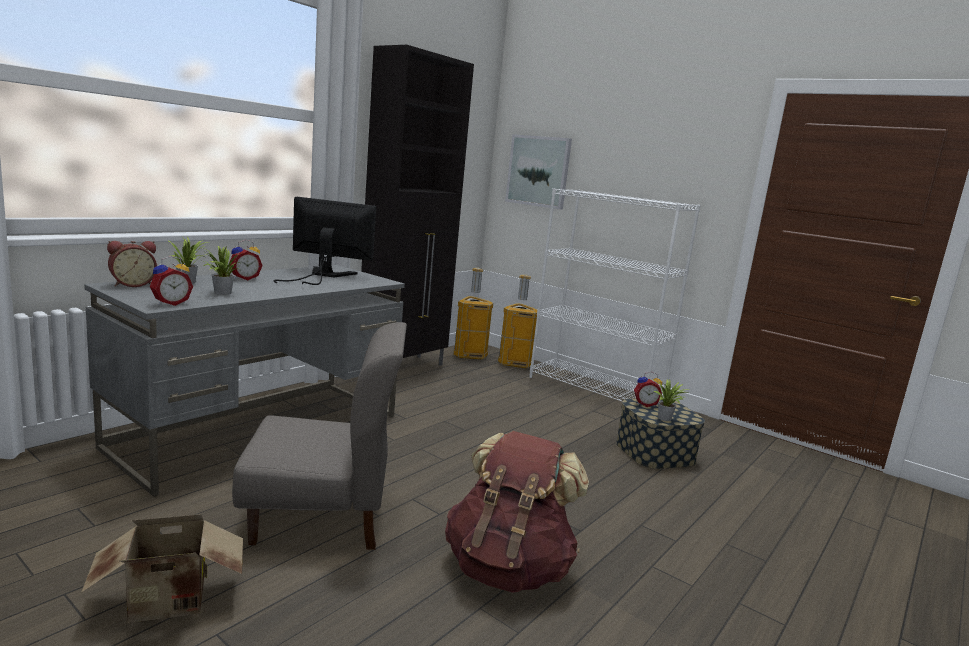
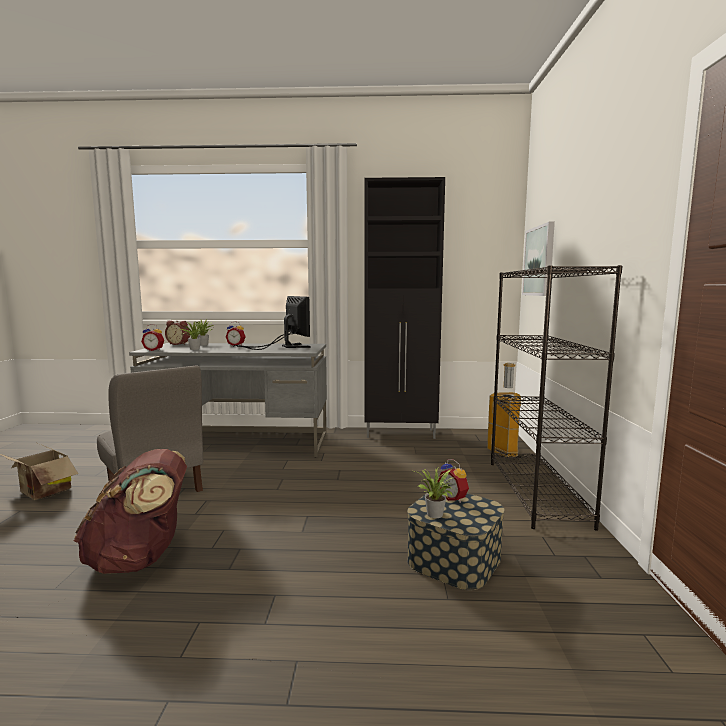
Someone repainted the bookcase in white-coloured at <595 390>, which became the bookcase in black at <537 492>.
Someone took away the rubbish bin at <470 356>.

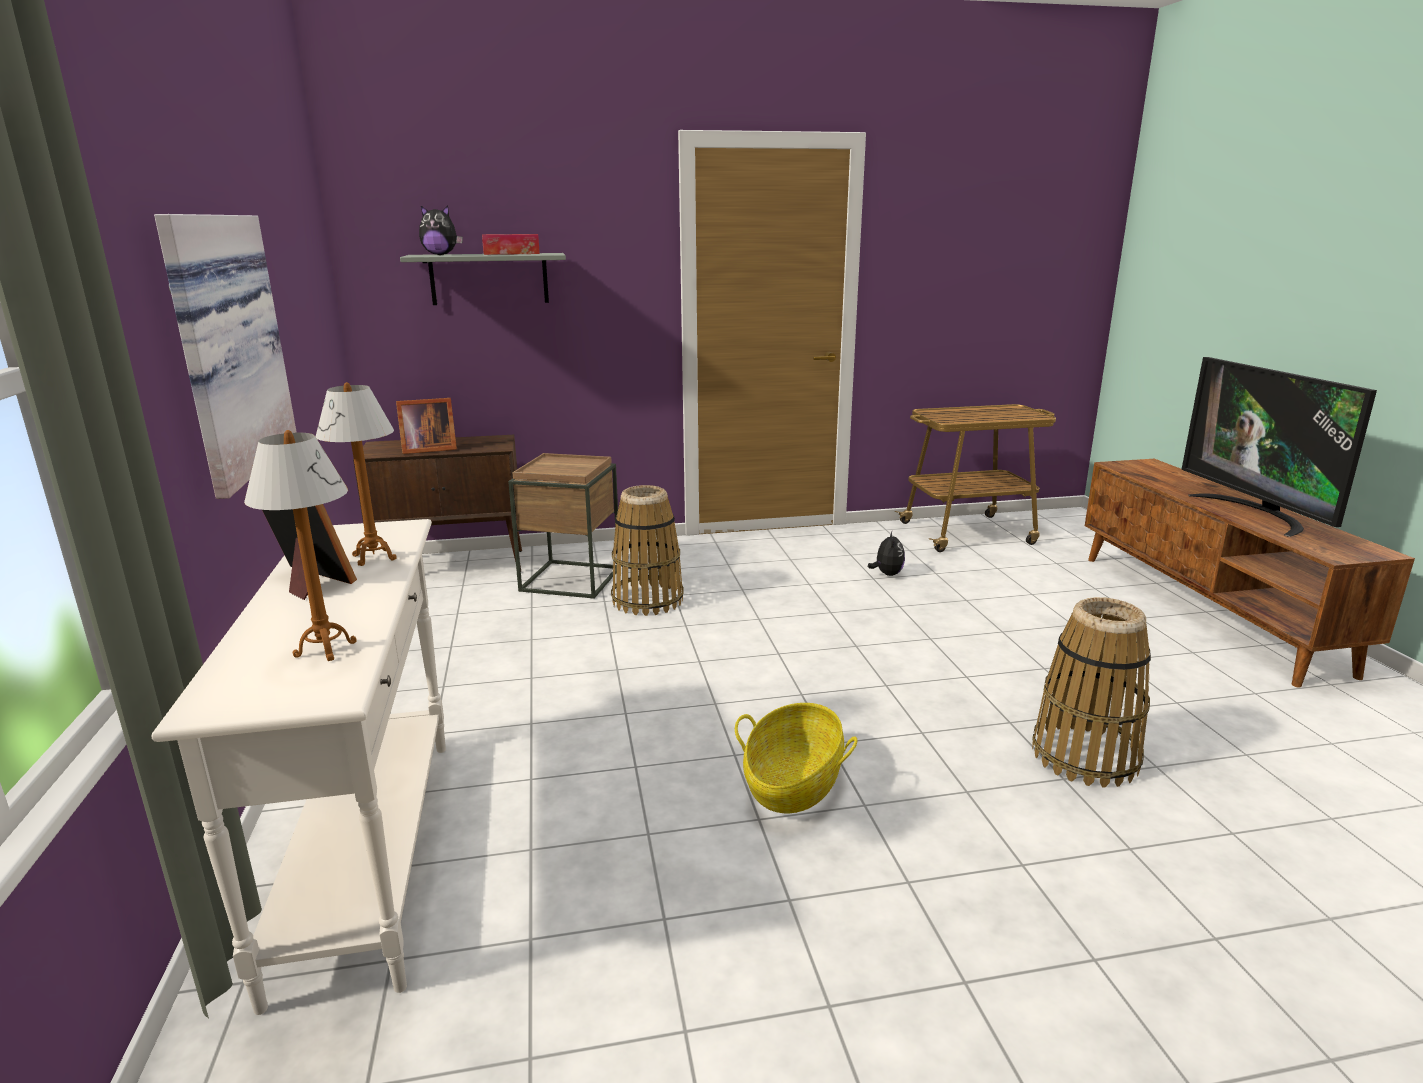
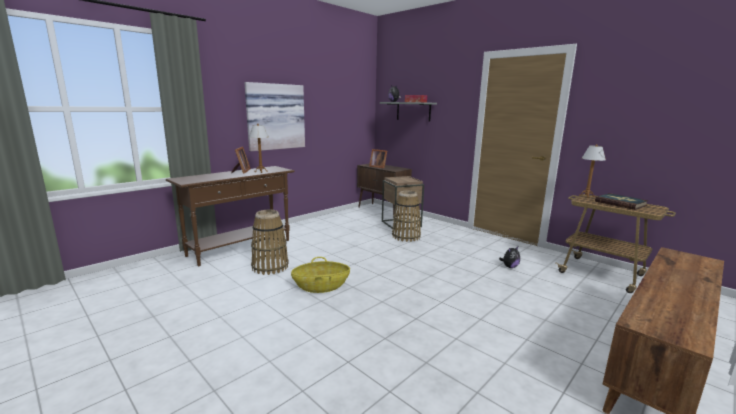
Someone repainted the console table in white-coloured at <370 853>, which became the console table in brown-coloured at <240 248>.
Someone carried the basket from <1085 757> to <270 267>.
Someone carried the tabletop lamp from <325 649> to <586 196>.
Someone put down the volume at <620 203>.
Someone took away the TV at <1256 513>.

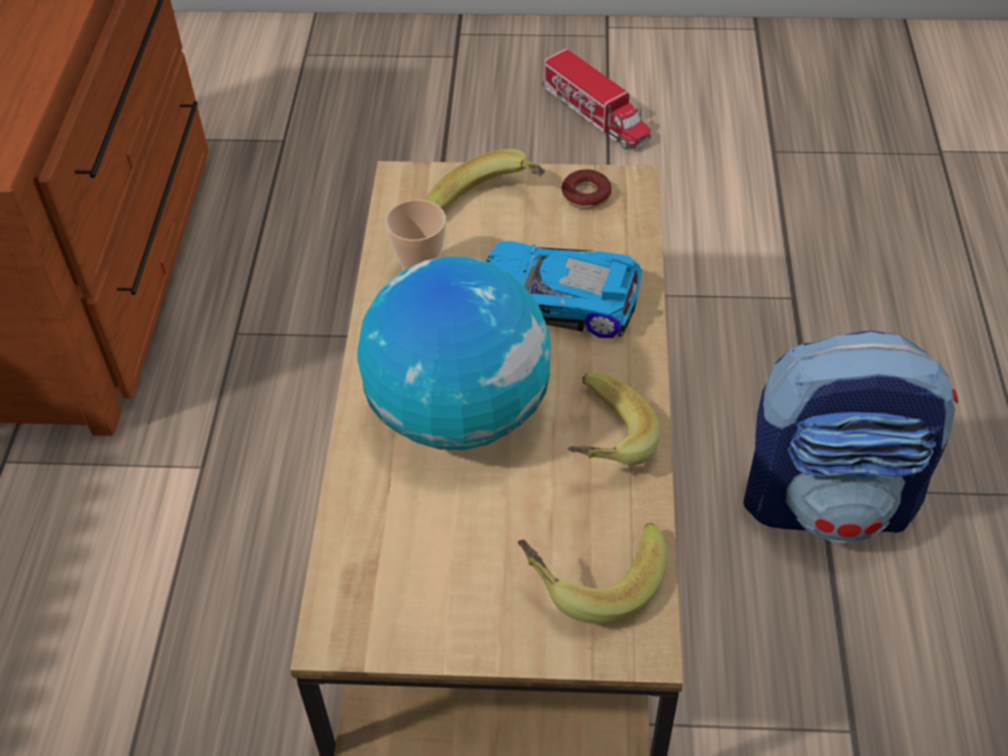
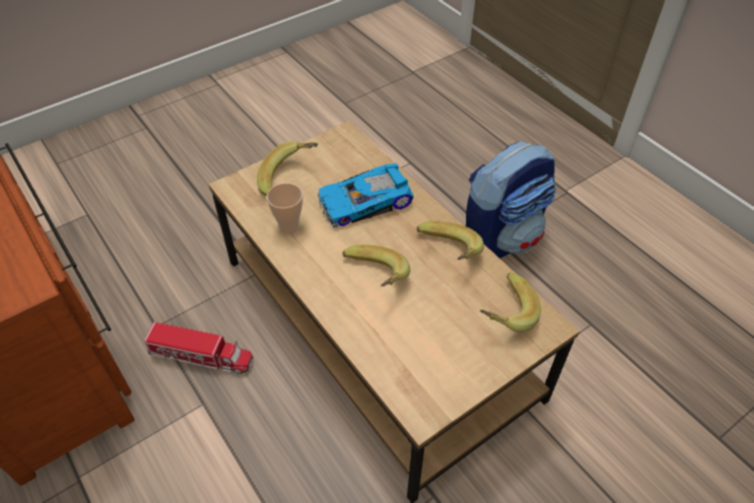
Someone carried the toy truck from <595 114> to <201 356>.
Someone swapped the globe at <458 413> for the banana at <373 279>.
Someone took away the ring doughnut at <586 194>.

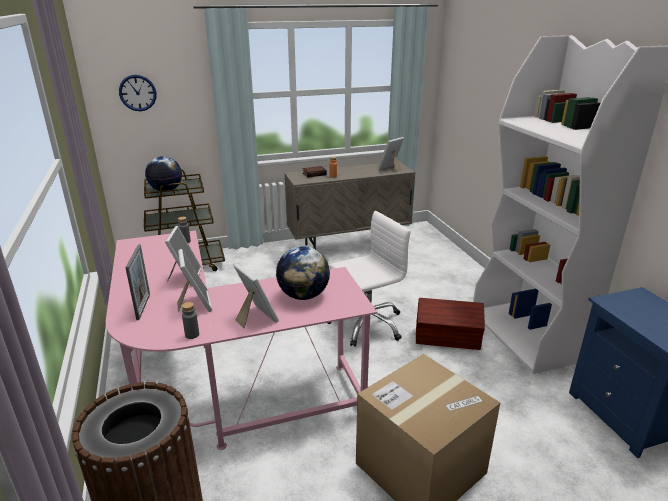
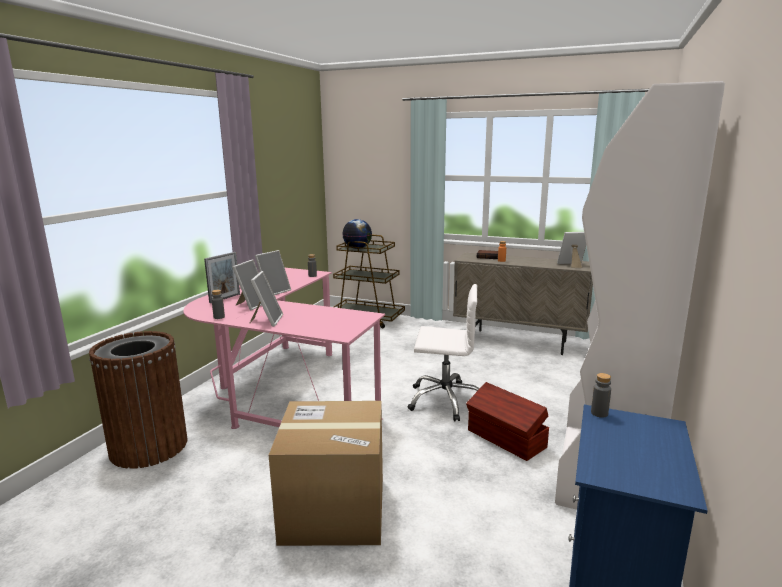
Someone put down the beverage bottle in greyish at <599 413>.
Someone took away the wall clock at <137 93>.
Someone took away the globe at <303 296>.

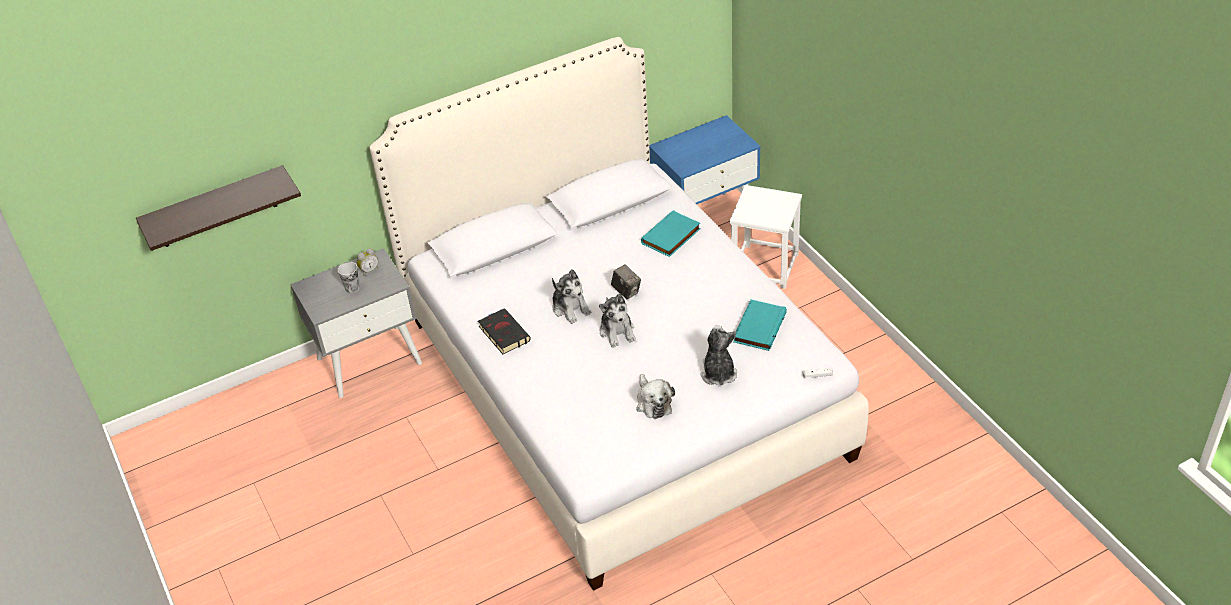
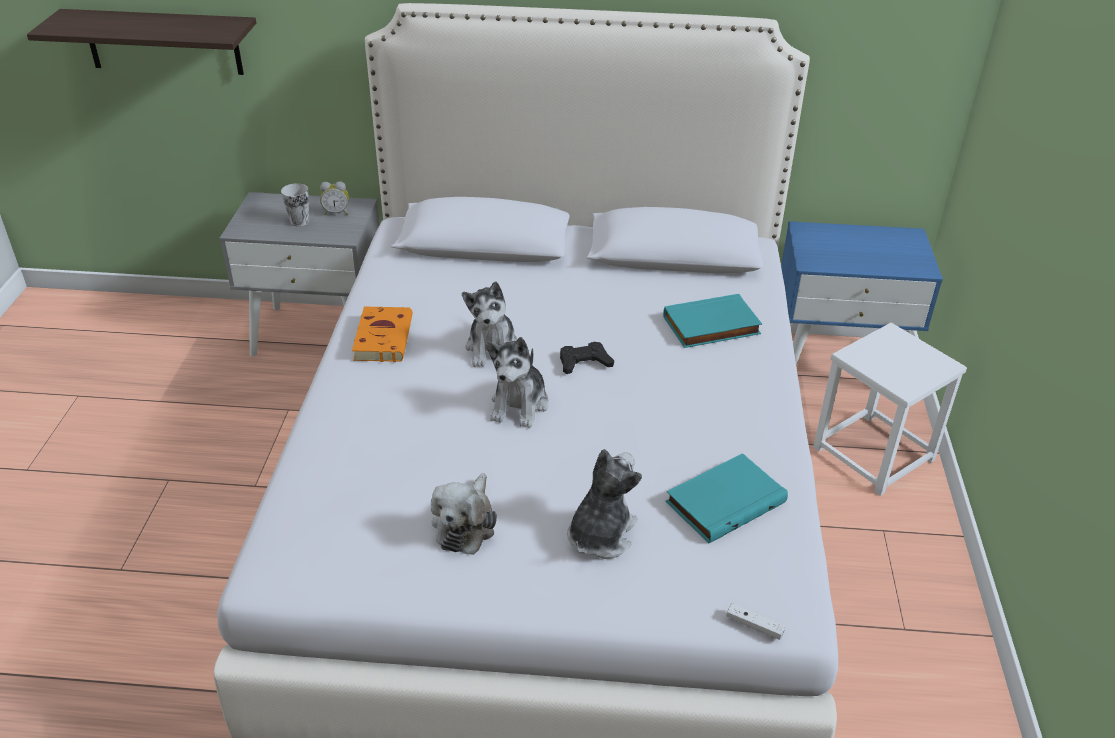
Someone repainted the volume in black at <503 333>, which became the volume in orangey at <383 337>.
Someone swapped the still camera at <626 291> for the gamepad in black at <584 362>.

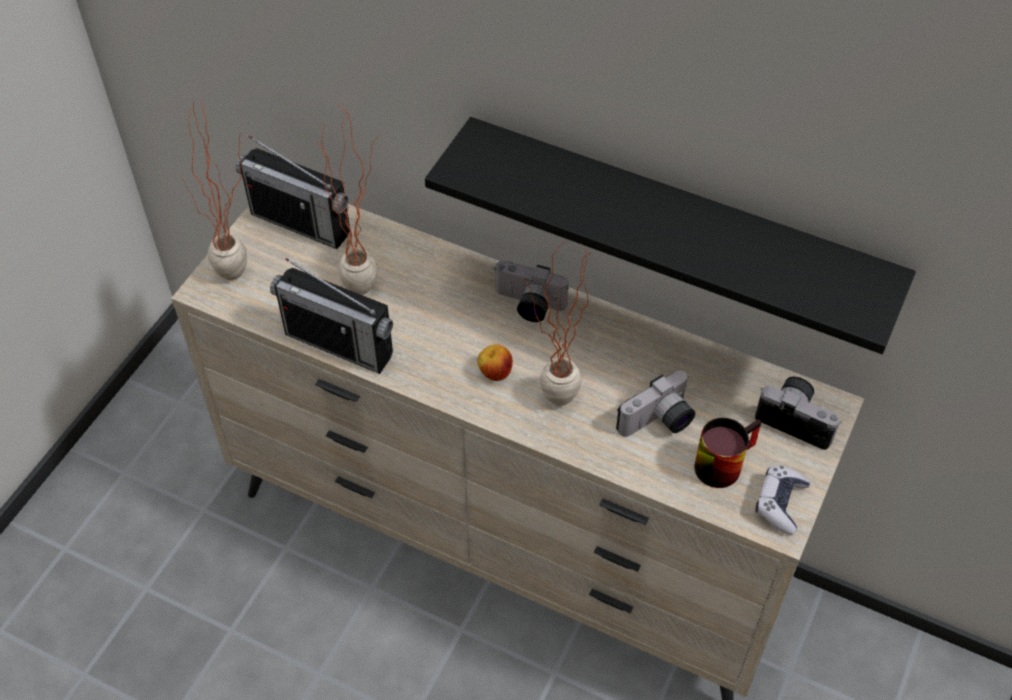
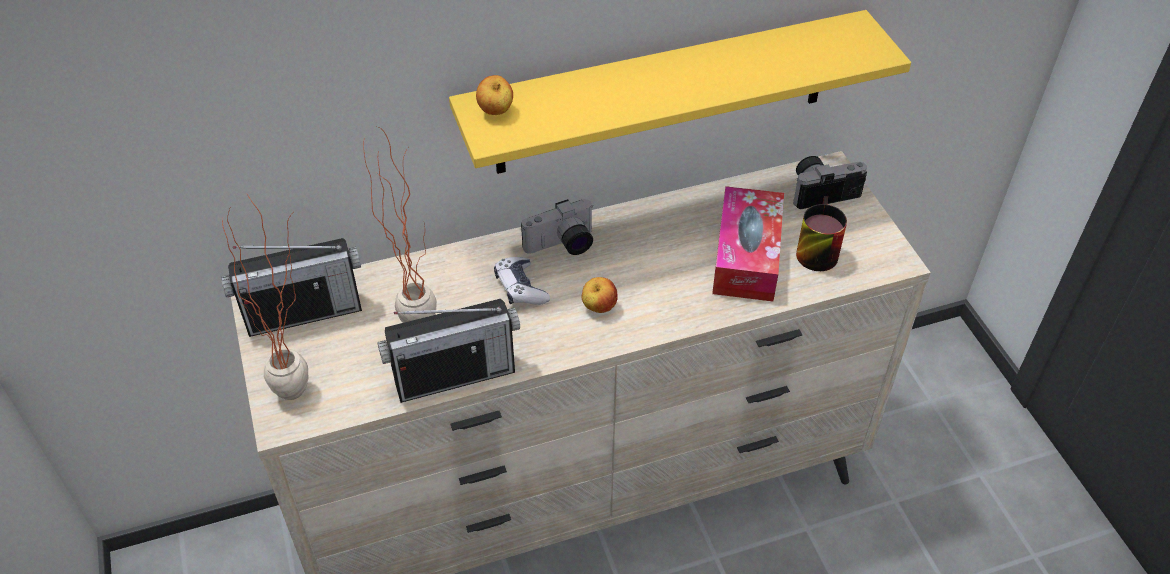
Someone repainted the shelf in black at <676 228>, which became the shelf in yellow at <663 94>.
Someone put down the apple at <496 112>.
Someone carried the gamepad from <780 503> to <520 288>.
Someone swapped the still camera at <658 422> for the tissue holder at <746 256>.
Someone took away the plant in a pot at <550 405>.

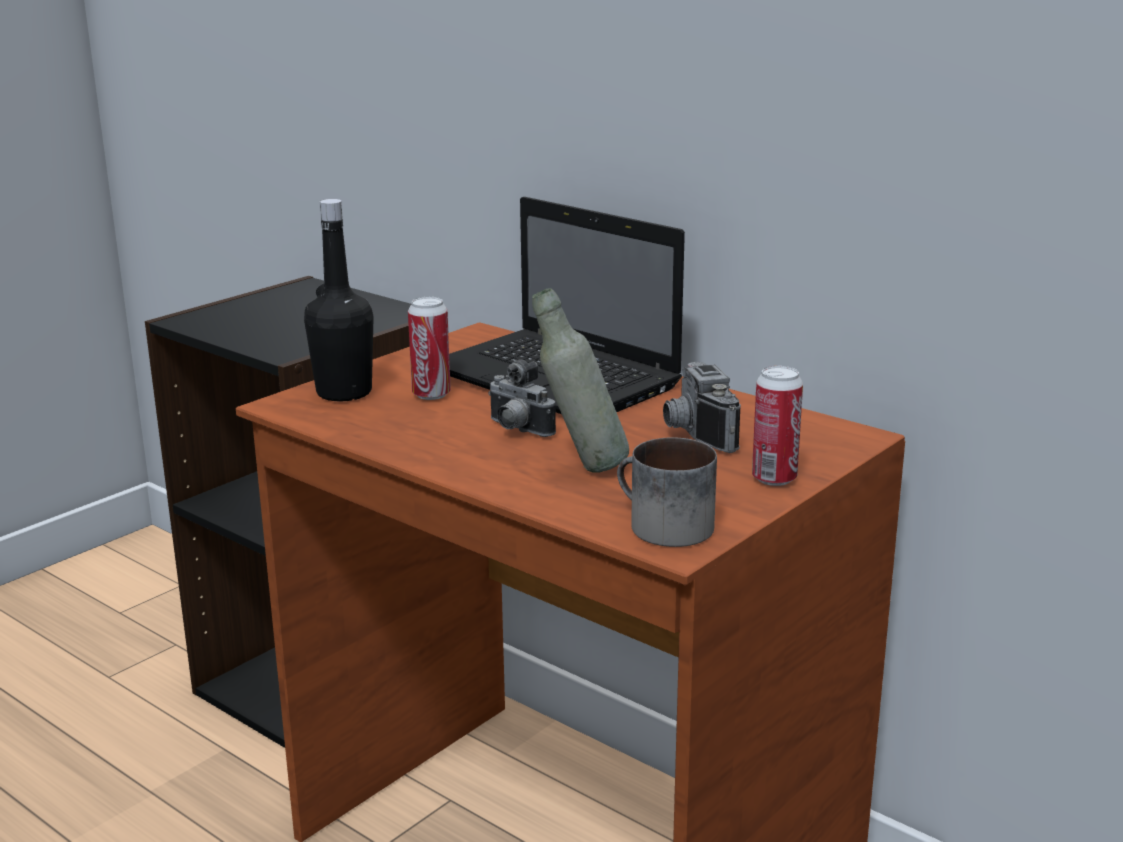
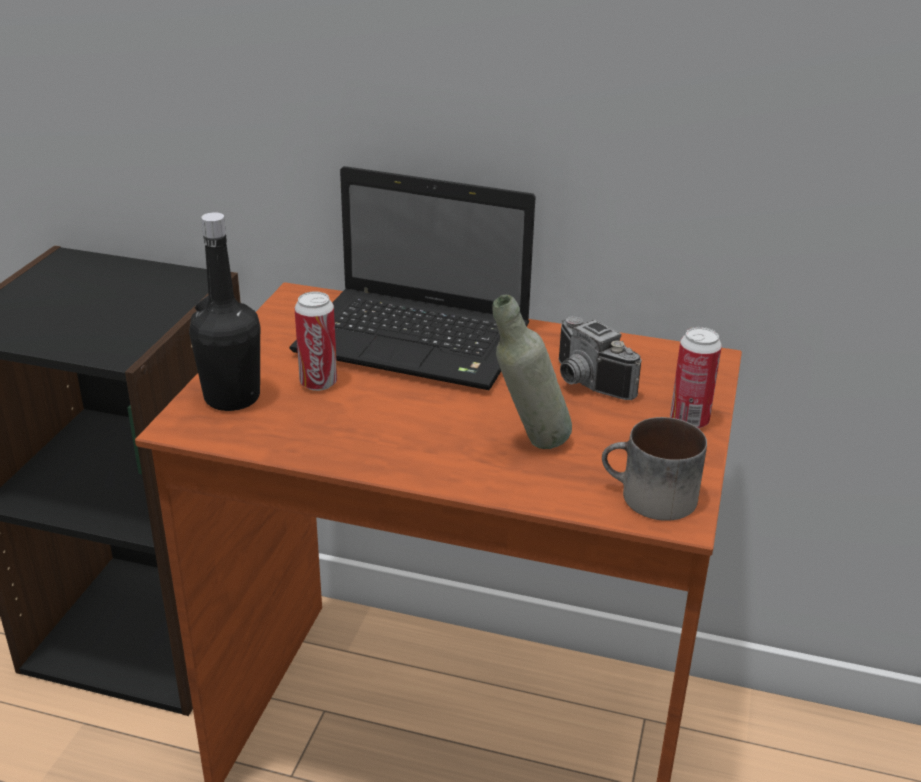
Someone took away the still camera at <517 430>.

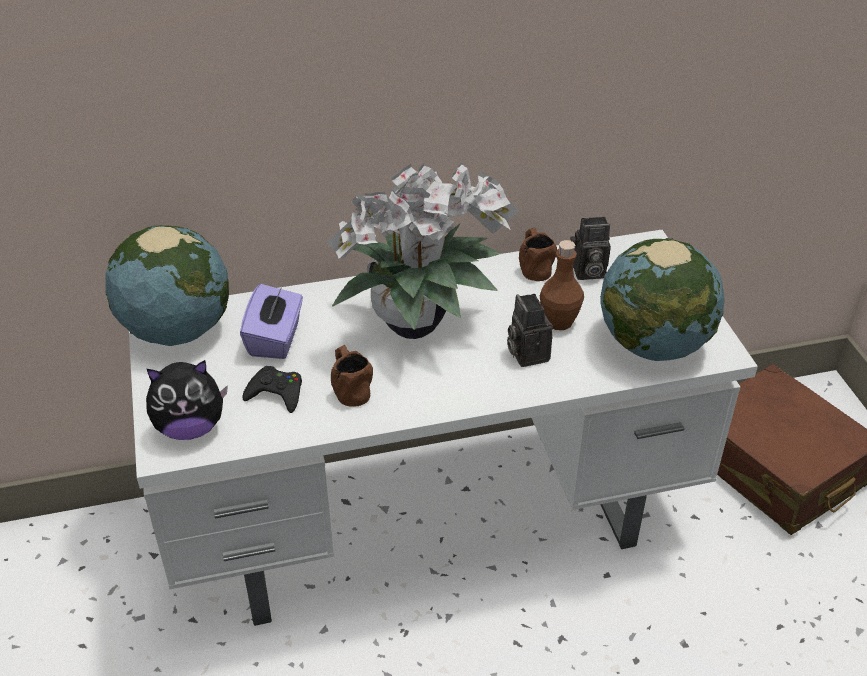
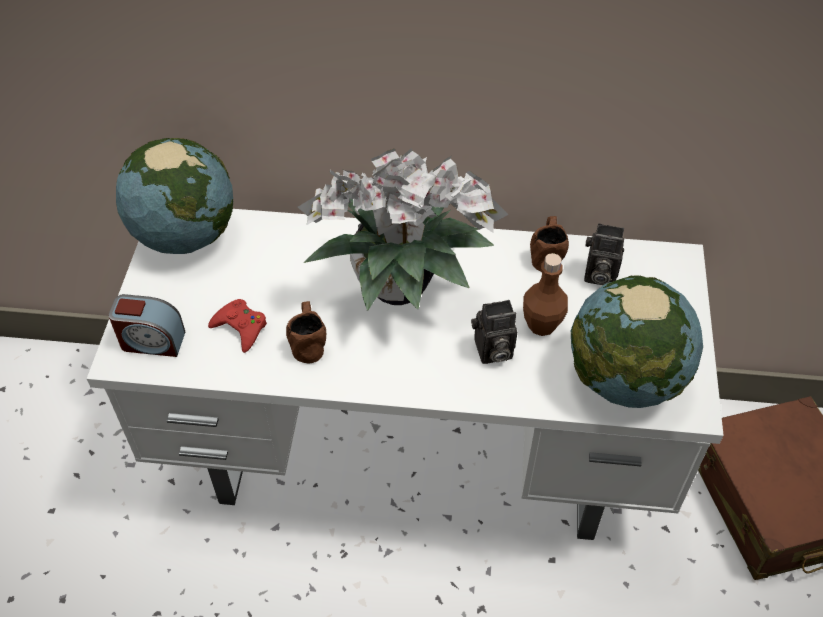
Someone swapped the plush toy at <190 427> for the table clock at <152 341>.
Someone repainted the gamepad in black at <276 393>, which became the gamepad in reddish at <240 328>.
Someone rotated the still camera at <526 353> by 105 degrees counterclockwise.
Someone took away the tissue holder in purple at <275 339>.

